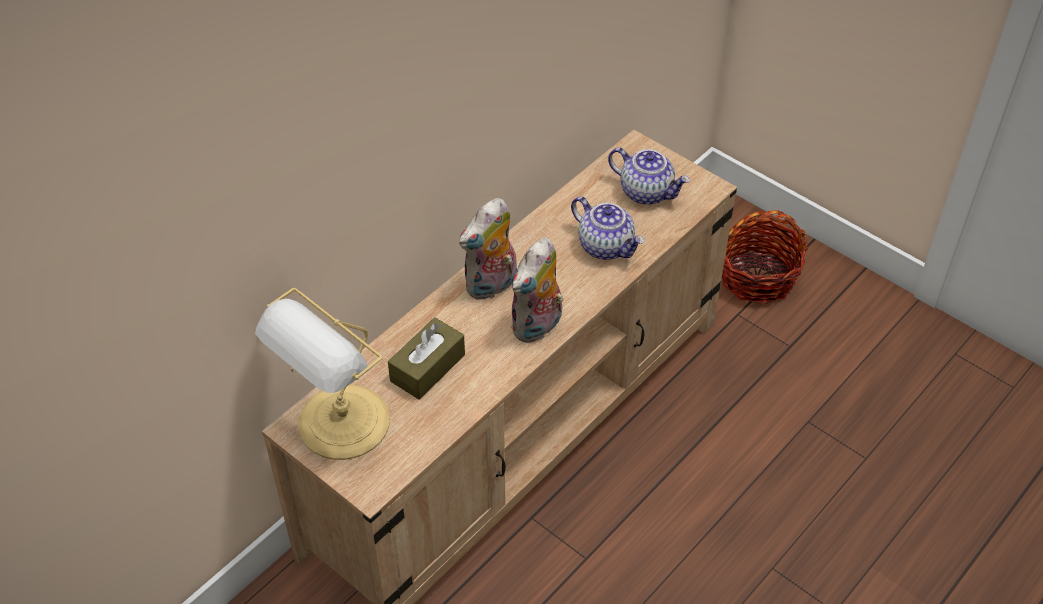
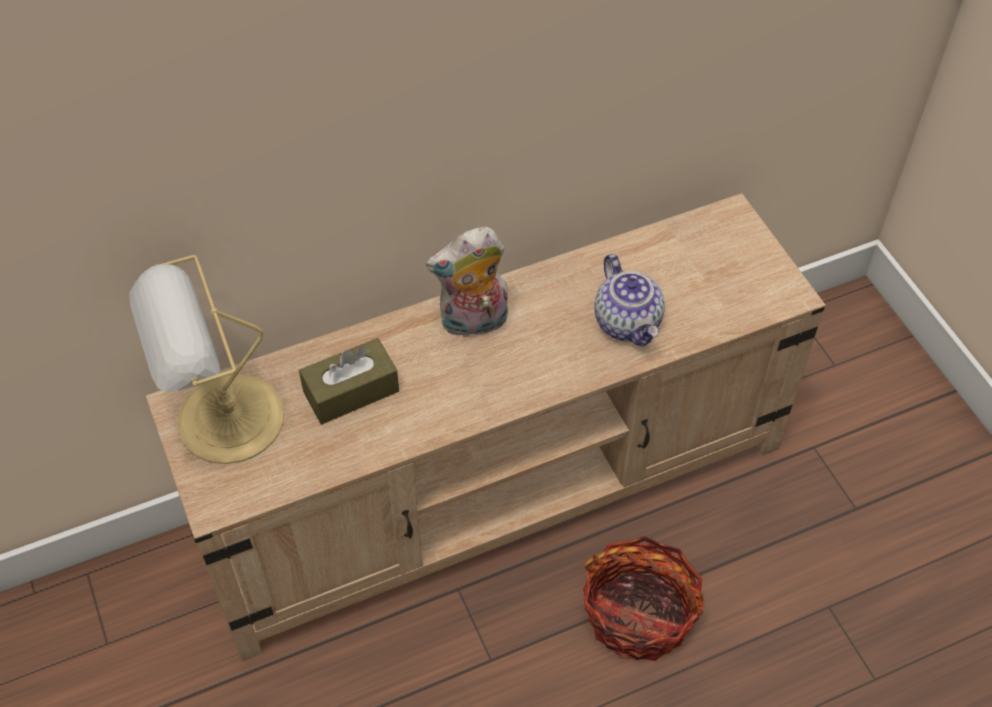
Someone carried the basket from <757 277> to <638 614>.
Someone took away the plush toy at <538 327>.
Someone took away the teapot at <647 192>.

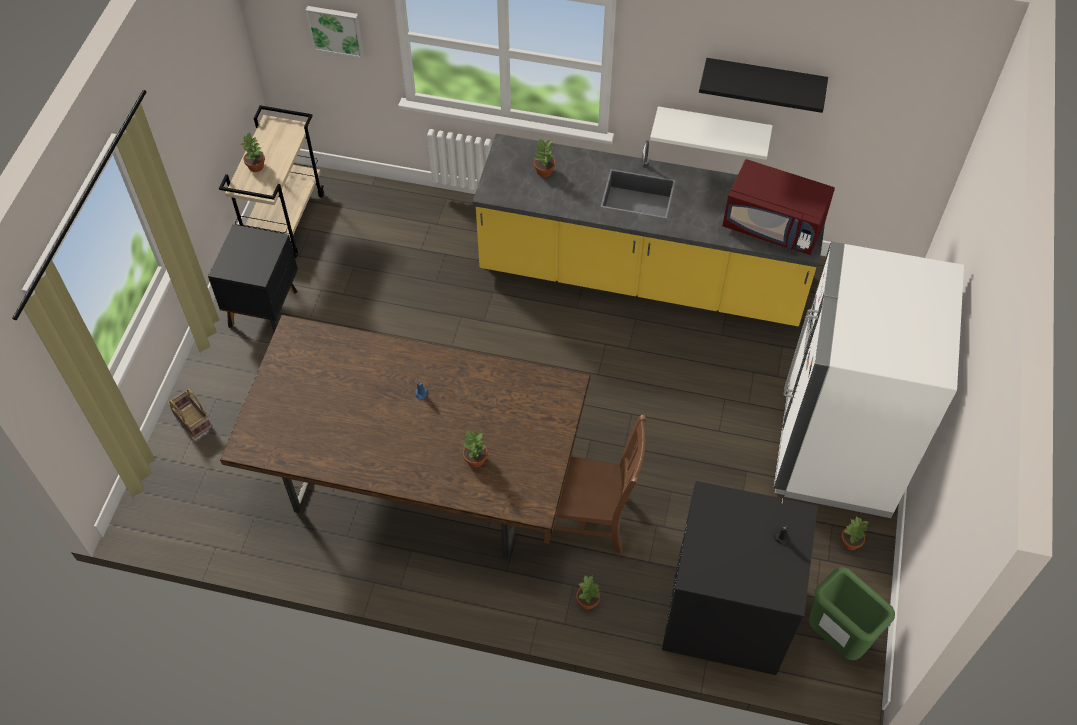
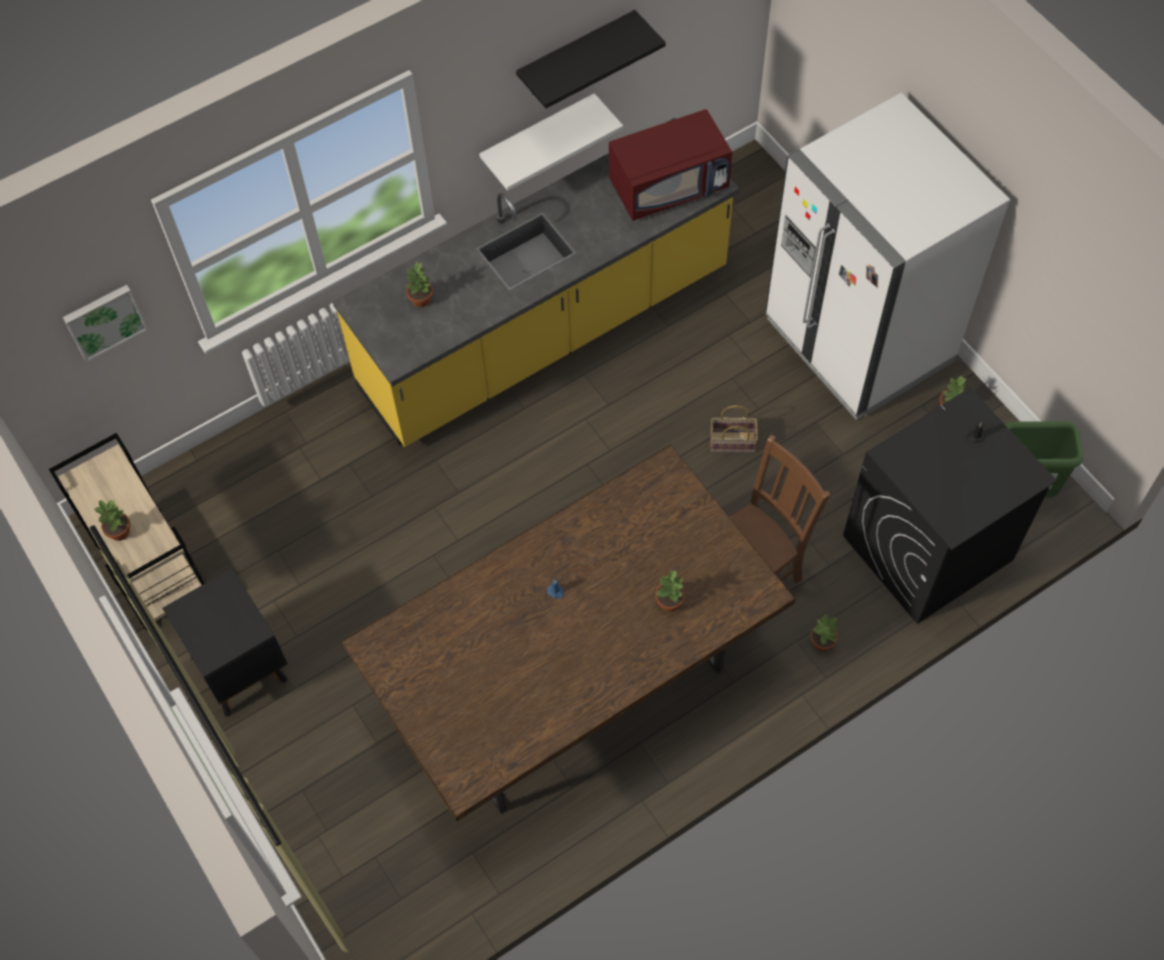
Someone carried the basket from <191 420> to <731 443>.

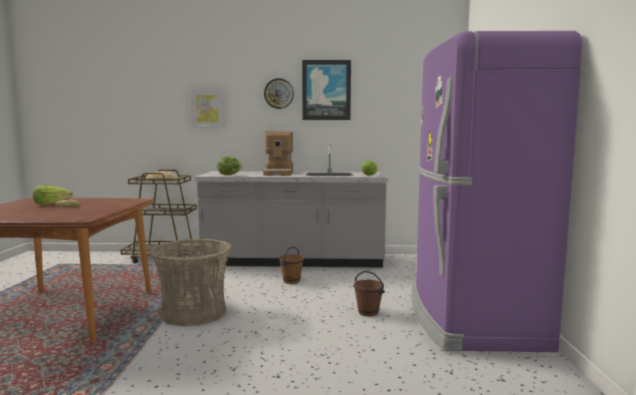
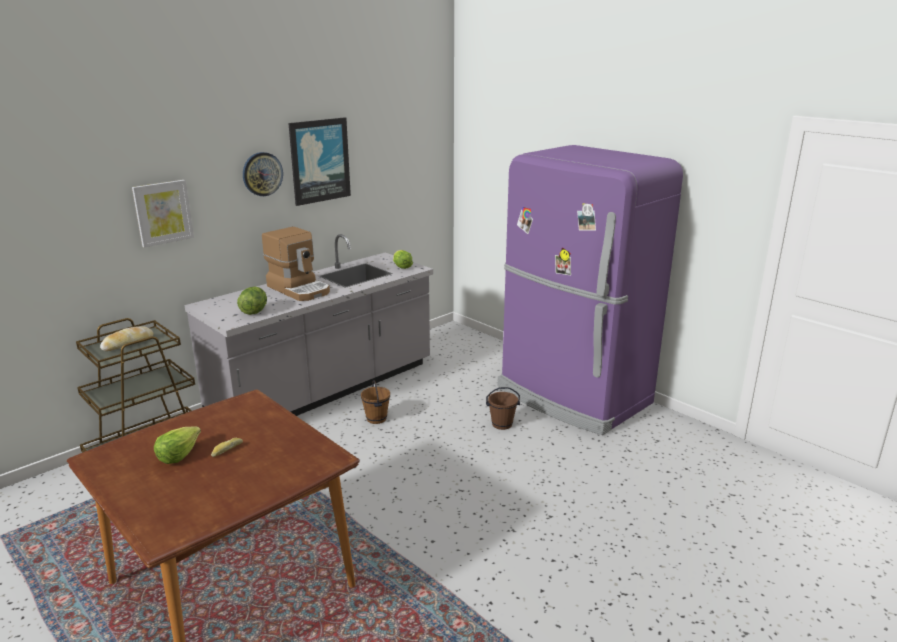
Someone took away the basket at <194 312>.

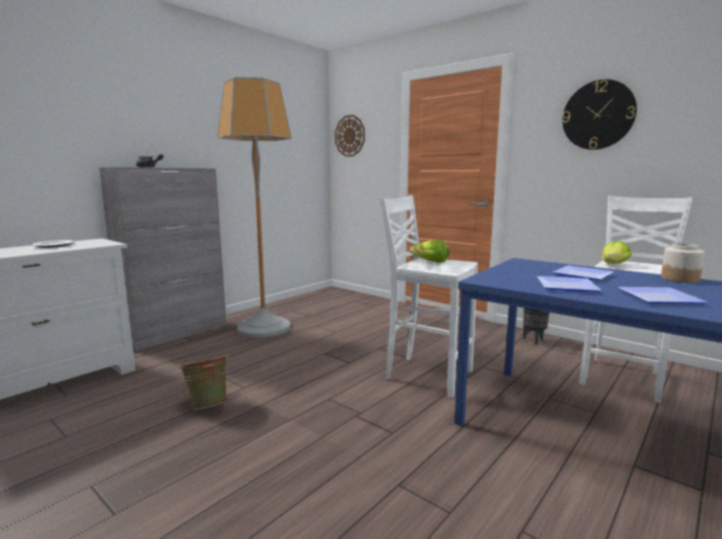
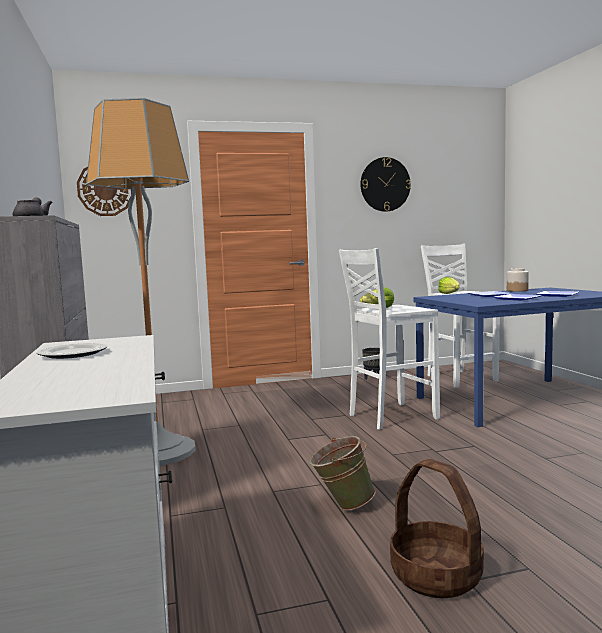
Someone put down the basket at <437 575>.

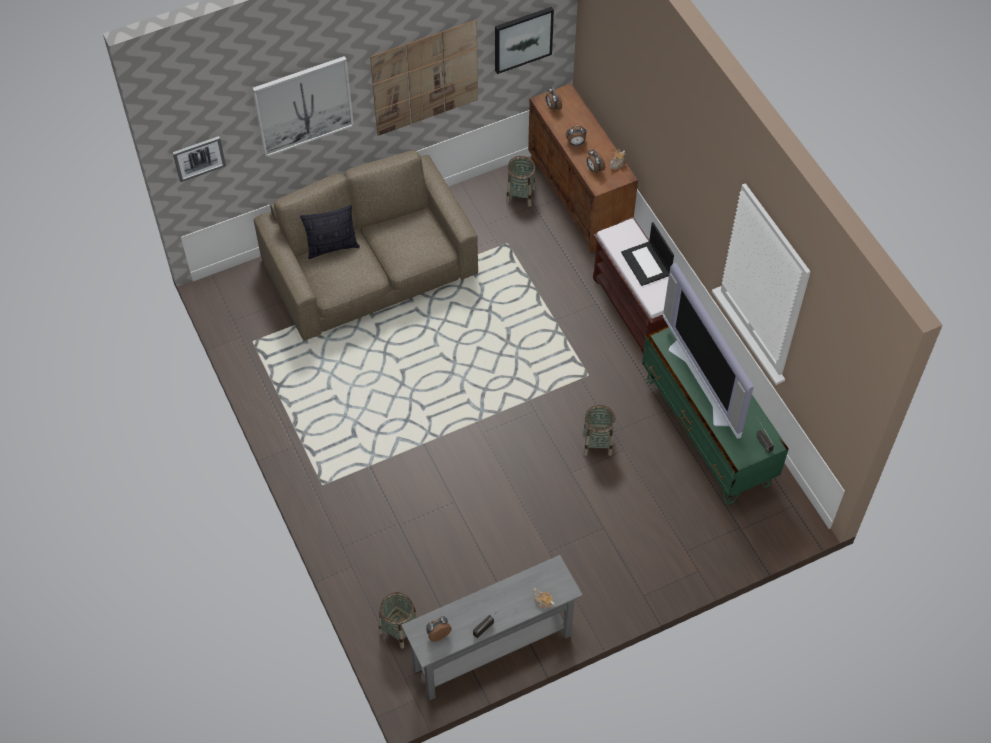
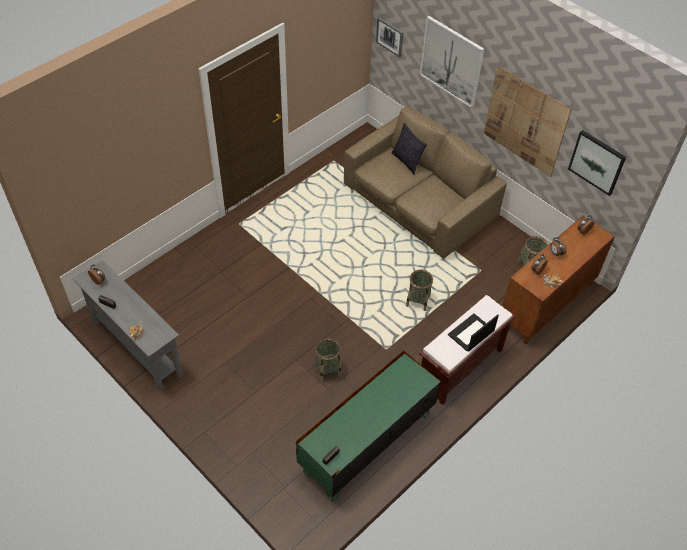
Someone carried the basket from <399 629> to <418 300>.
Someone took away the TV at <707 381>.

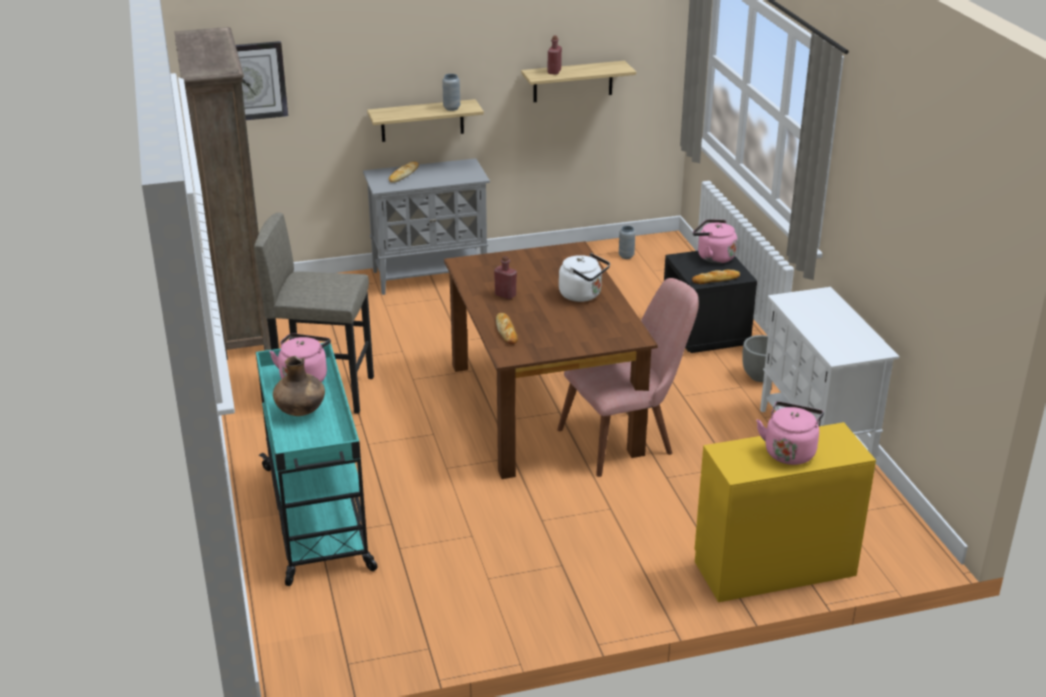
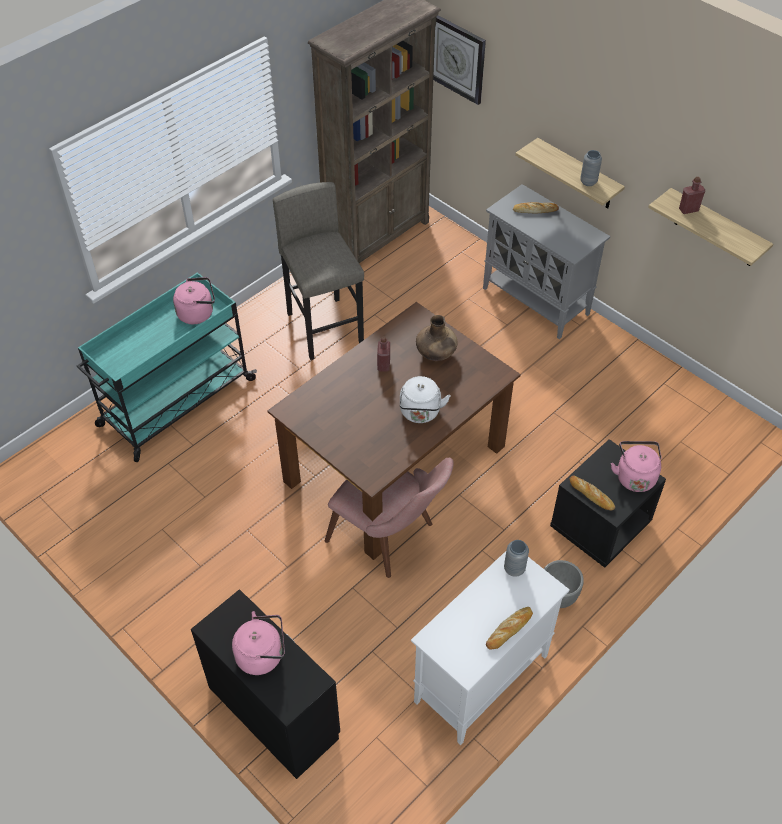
Someone repainted the chest of drawers in yellow at <773 567>, which became the chest of drawers in black at <274 710>.
Someone carried the decorative vase in brown-coloured from <301 411> to <436 354>.
Someone carried the bakery bread from <506 331> to <509 629>.
Someone carried the decorative vase in greyish from <626 256> to <514 569>.

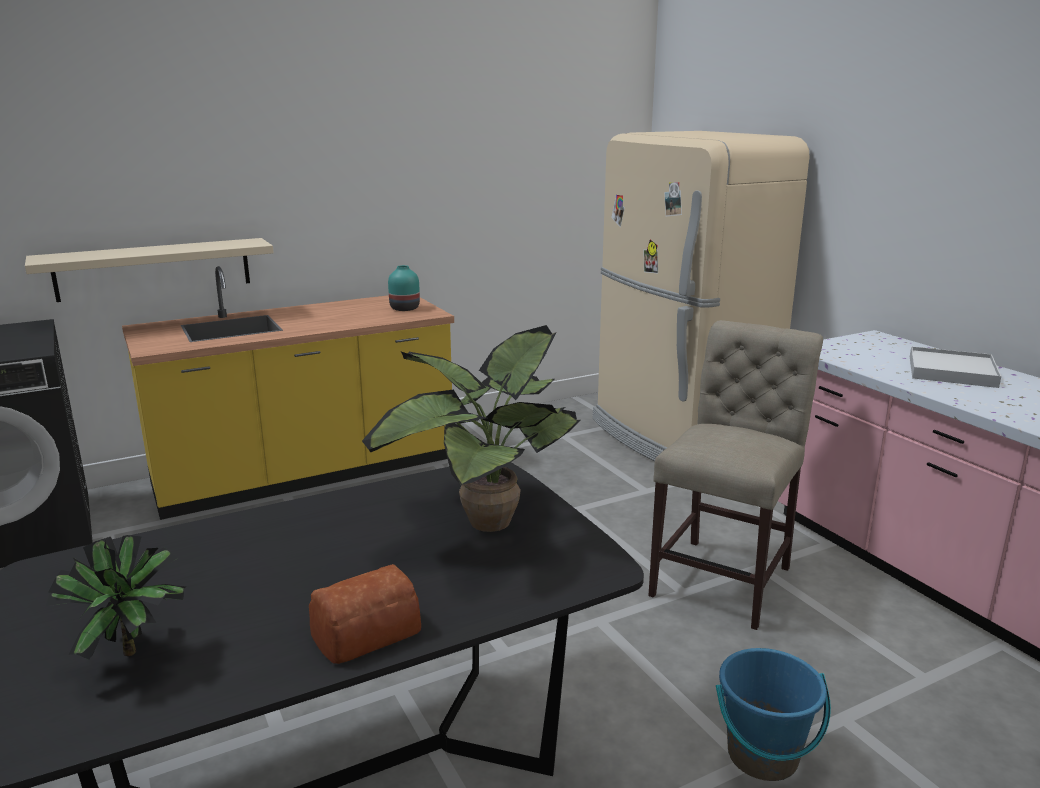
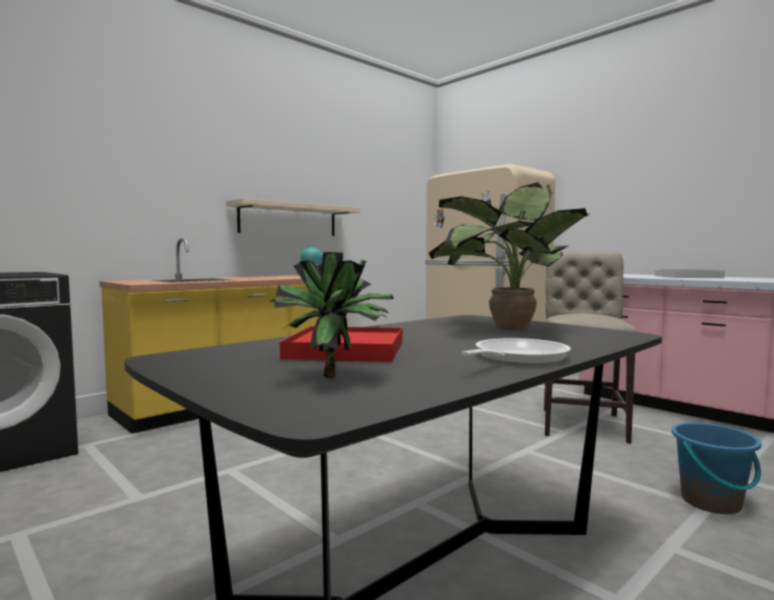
Someone carried the shelf in beige from <154 269> to <289 220>.
Someone put down the serving tray in reddish at <346 350>.
Someone swapped the bakery bread at <363 632> for the frying pan at <516 358>.

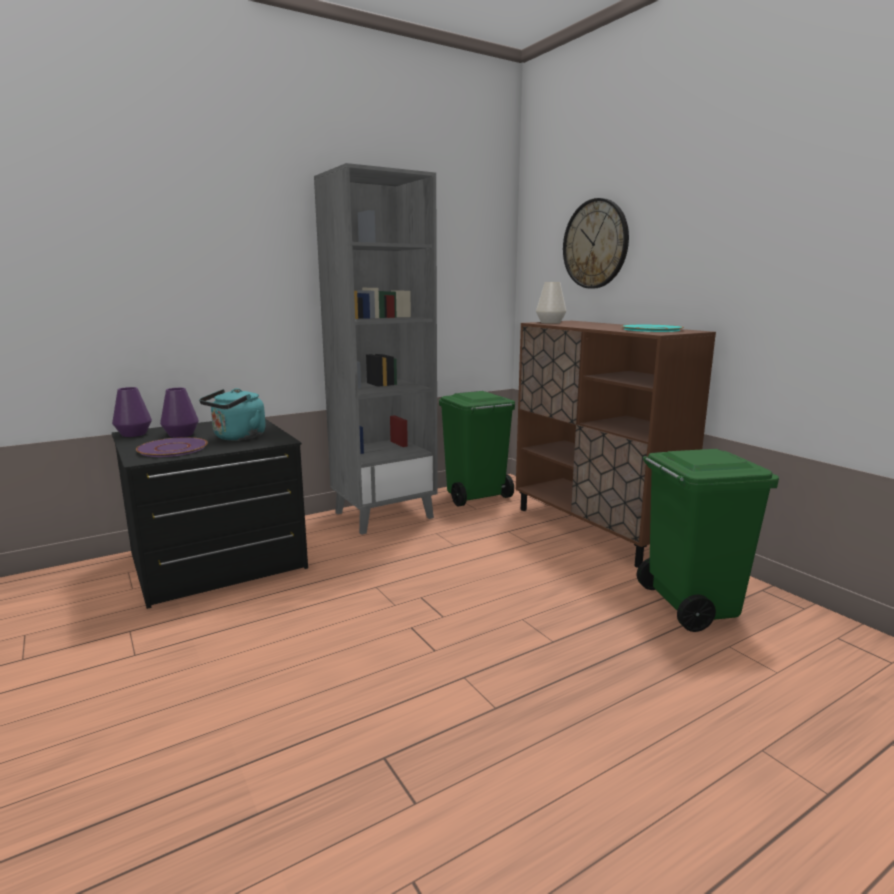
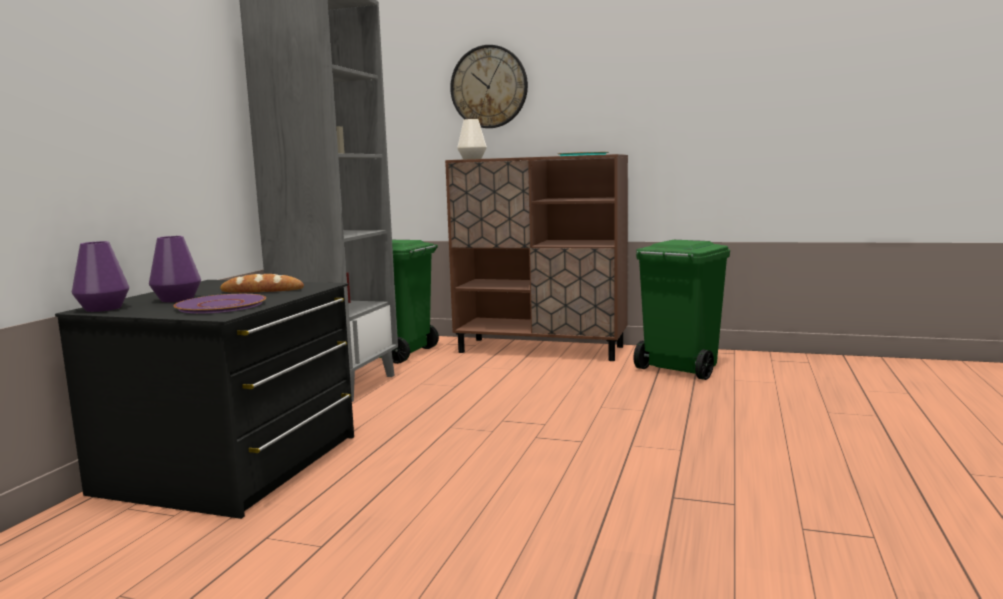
Someone swapped the water kettle in turquoise at <237 437> for the bakery bread at <262 290>.

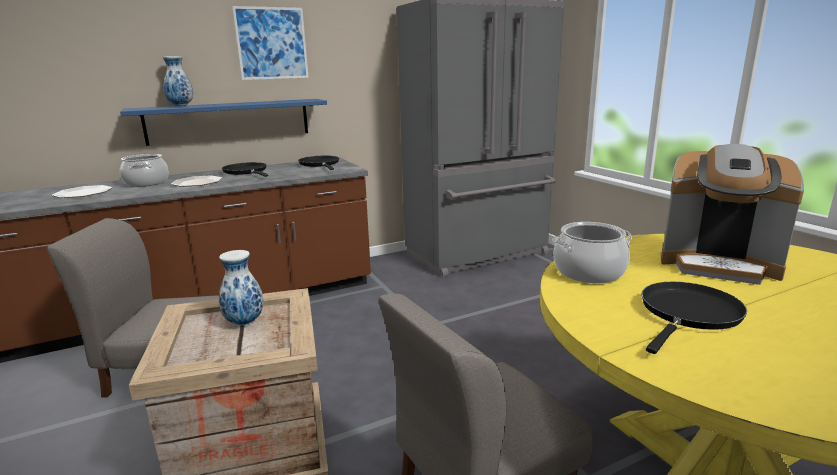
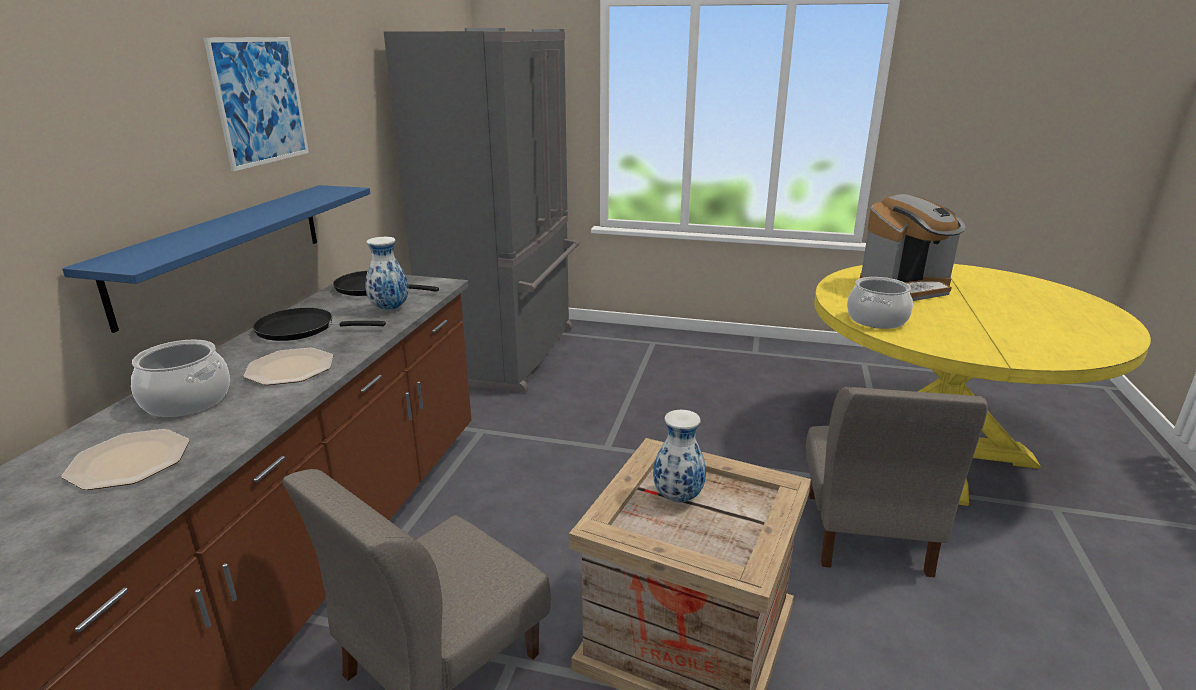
Someone carried the decorative vase from <180 106> to <389 309>.
Someone took away the frying pan in black at <688 314>.

